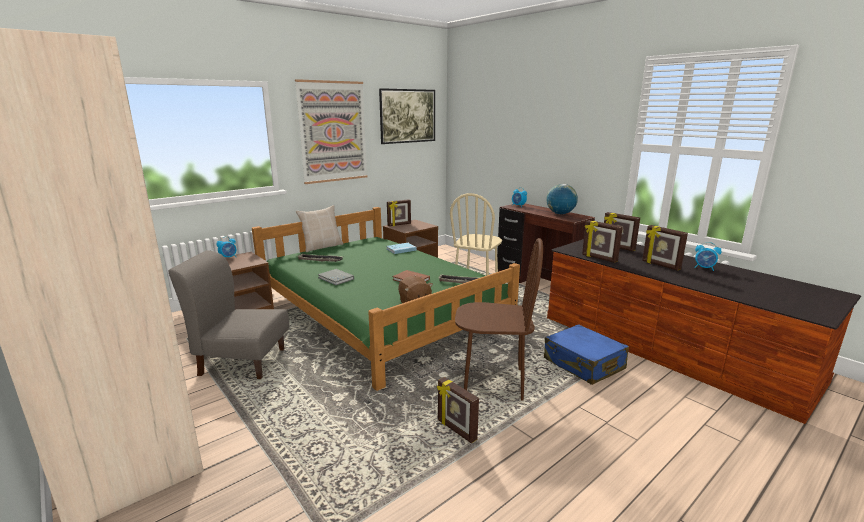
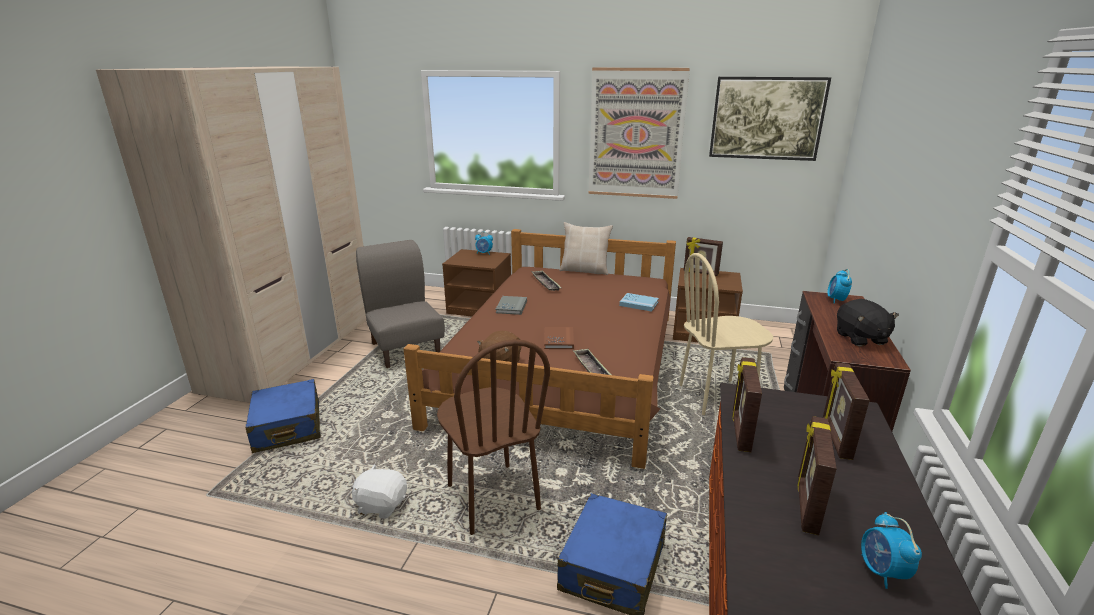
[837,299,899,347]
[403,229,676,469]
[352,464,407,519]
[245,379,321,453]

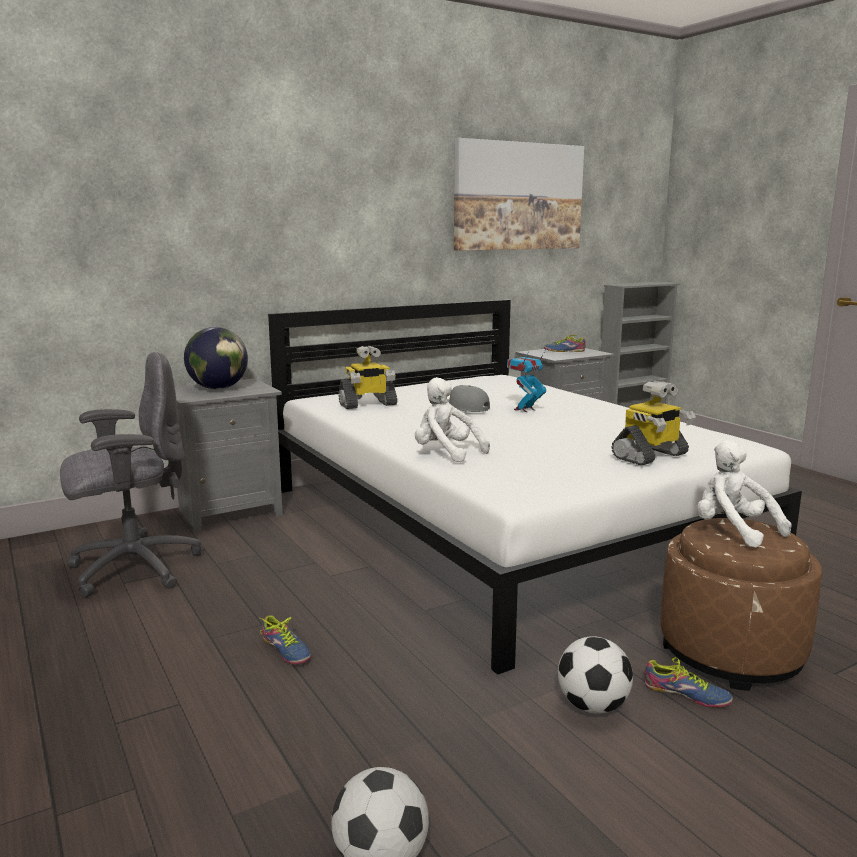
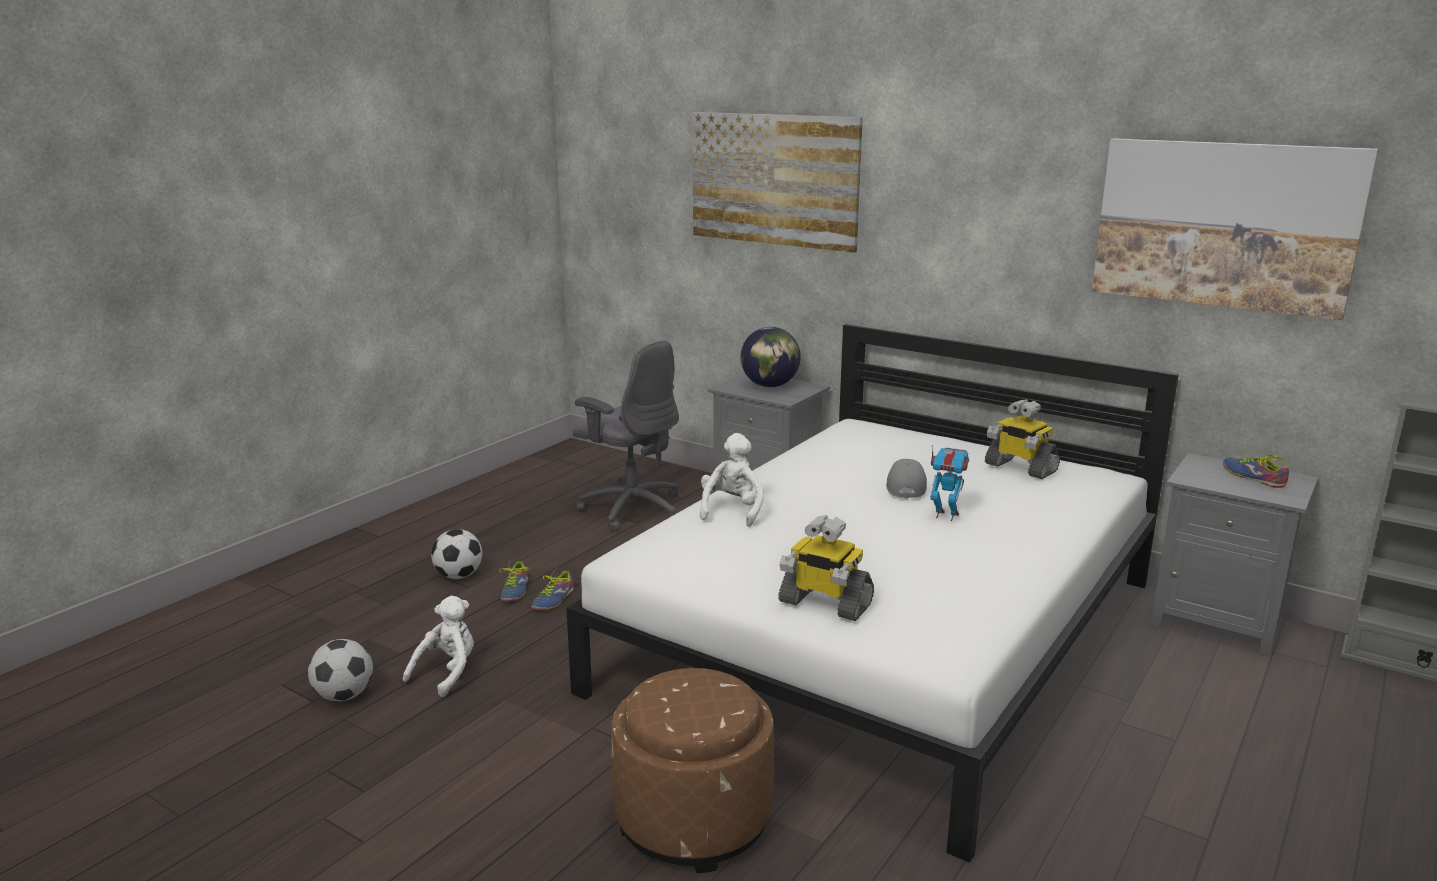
[985,399,1060,479]
[403,596,474,697]
[431,529,482,579]
[499,561,529,602]
[692,112,863,253]

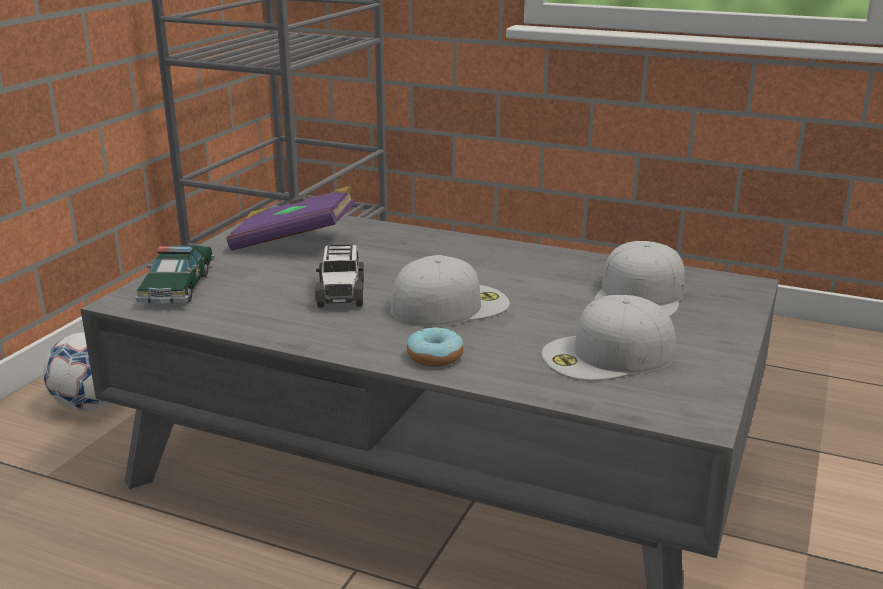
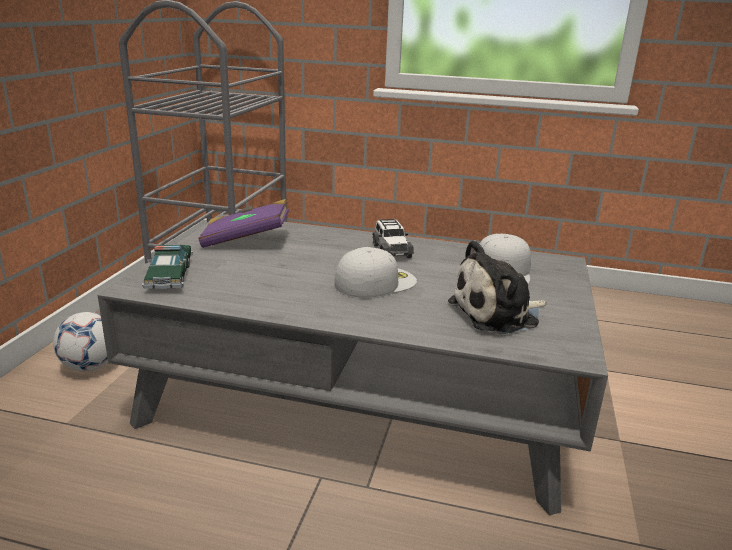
[373,218,414,258]
[448,240,546,334]
[407,326,464,367] (first image)

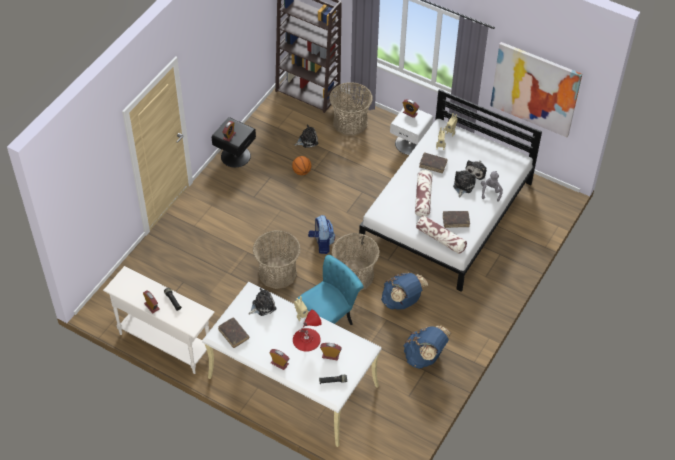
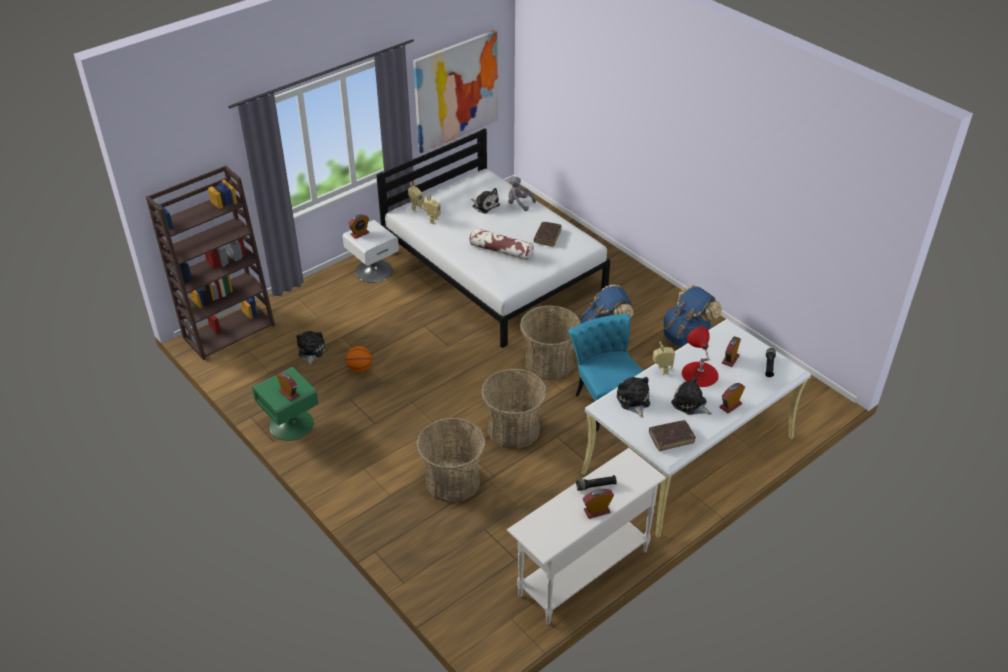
[416,418,486,503]
[252,367,319,441]
[419,152,448,173] (first image)
[671,376,712,415]
[308,215,335,254] (first image)
[416,216,467,254] (first image)

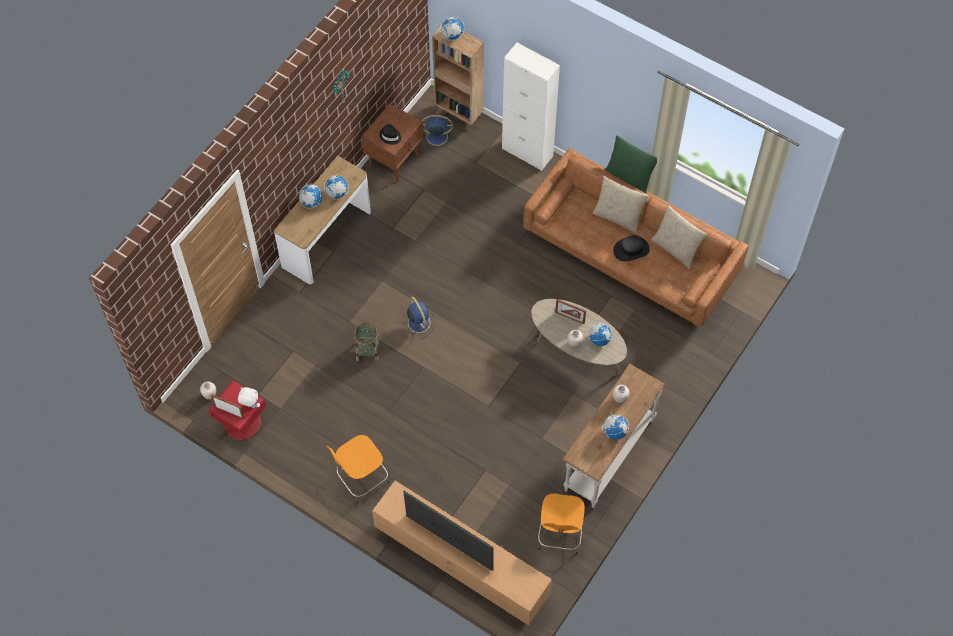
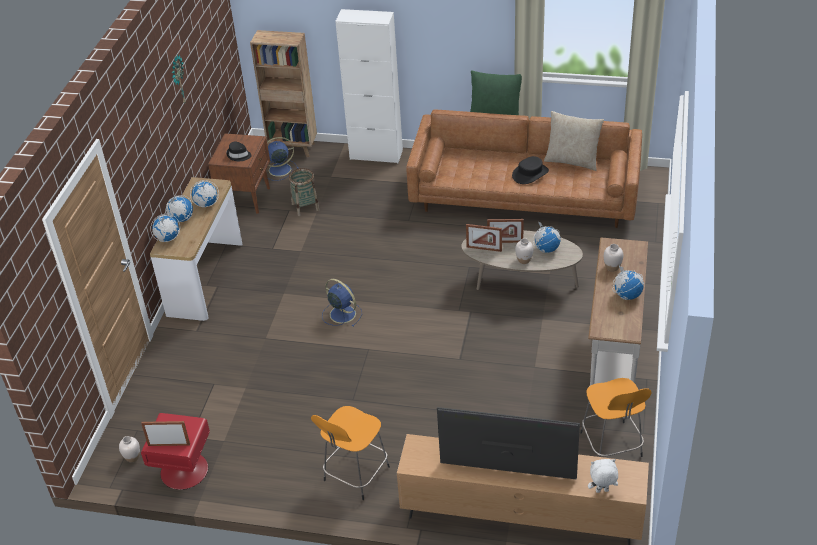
[150,214,180,242]
[592,176,649,234] (first image)
[289,168,319,216]
[588,459,618,493]
[466,224,502,252]

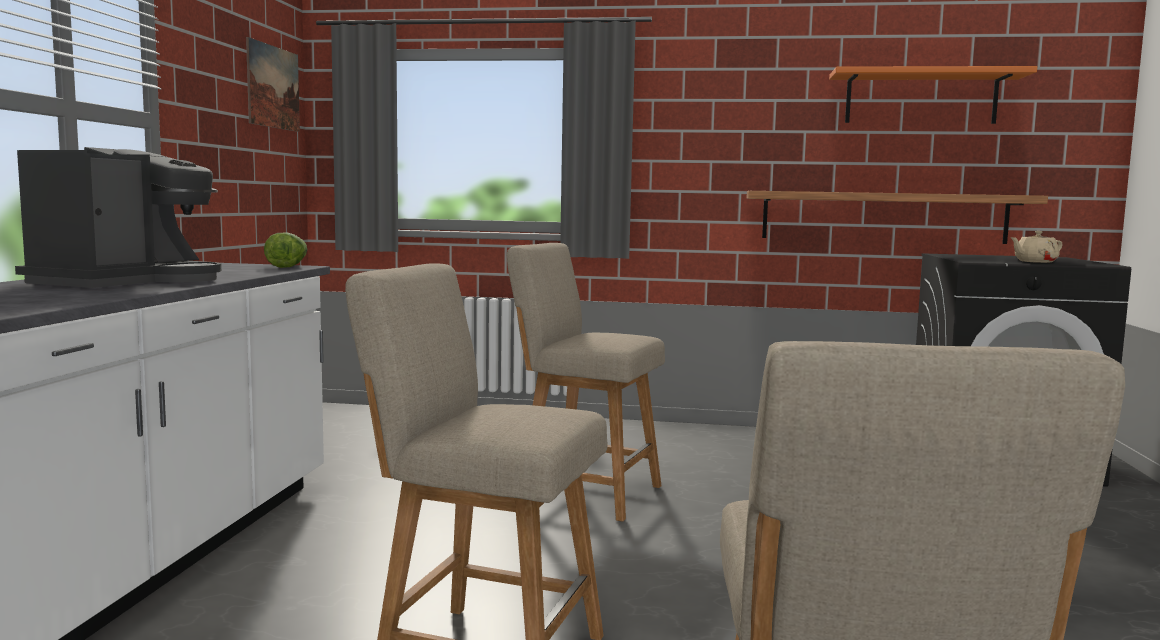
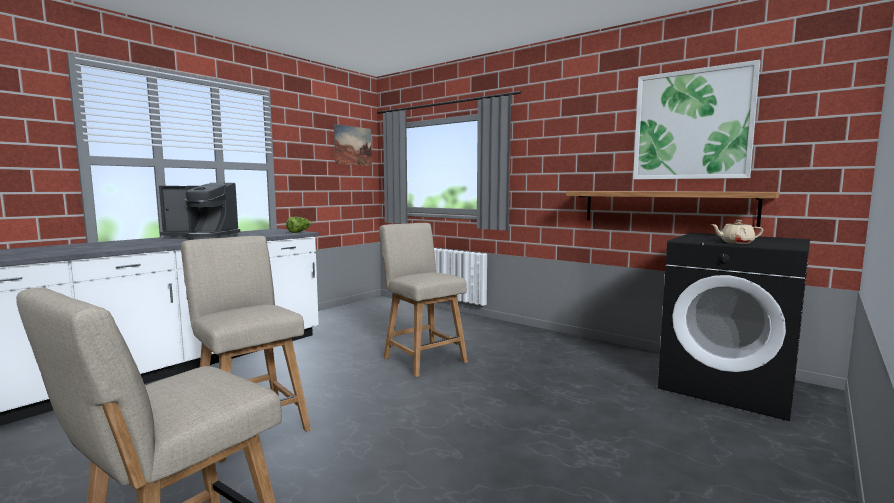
[633,60,760,180]
[159,183,240,240]

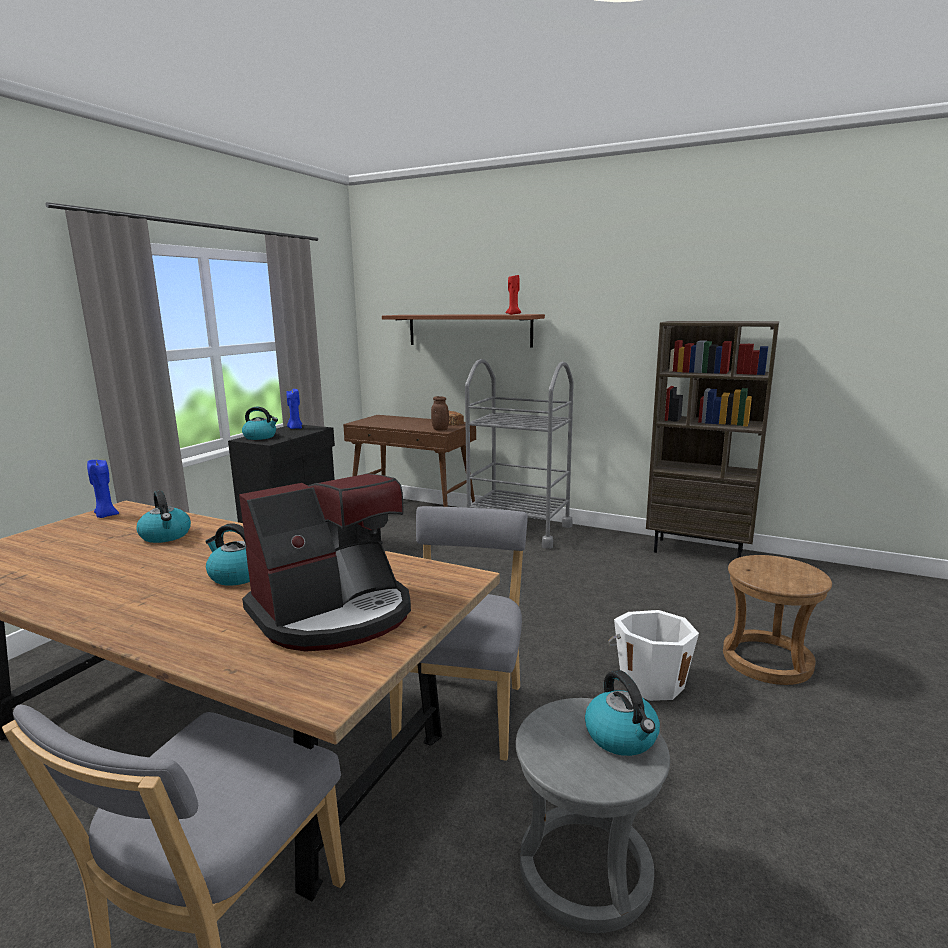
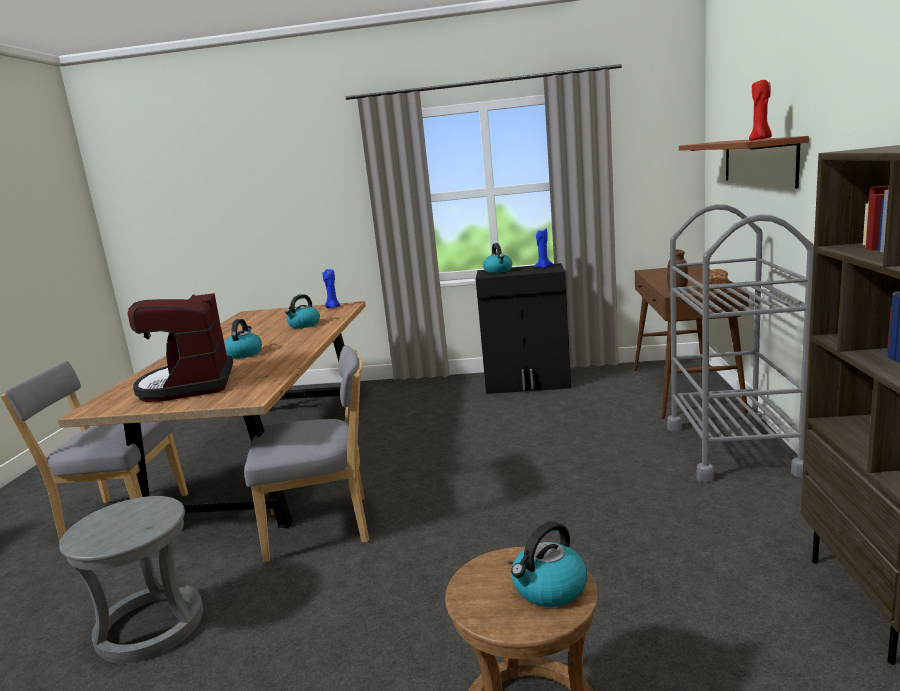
[128,293,233,402]
[608,610,699,701] (first image)
[511,521,587,607]

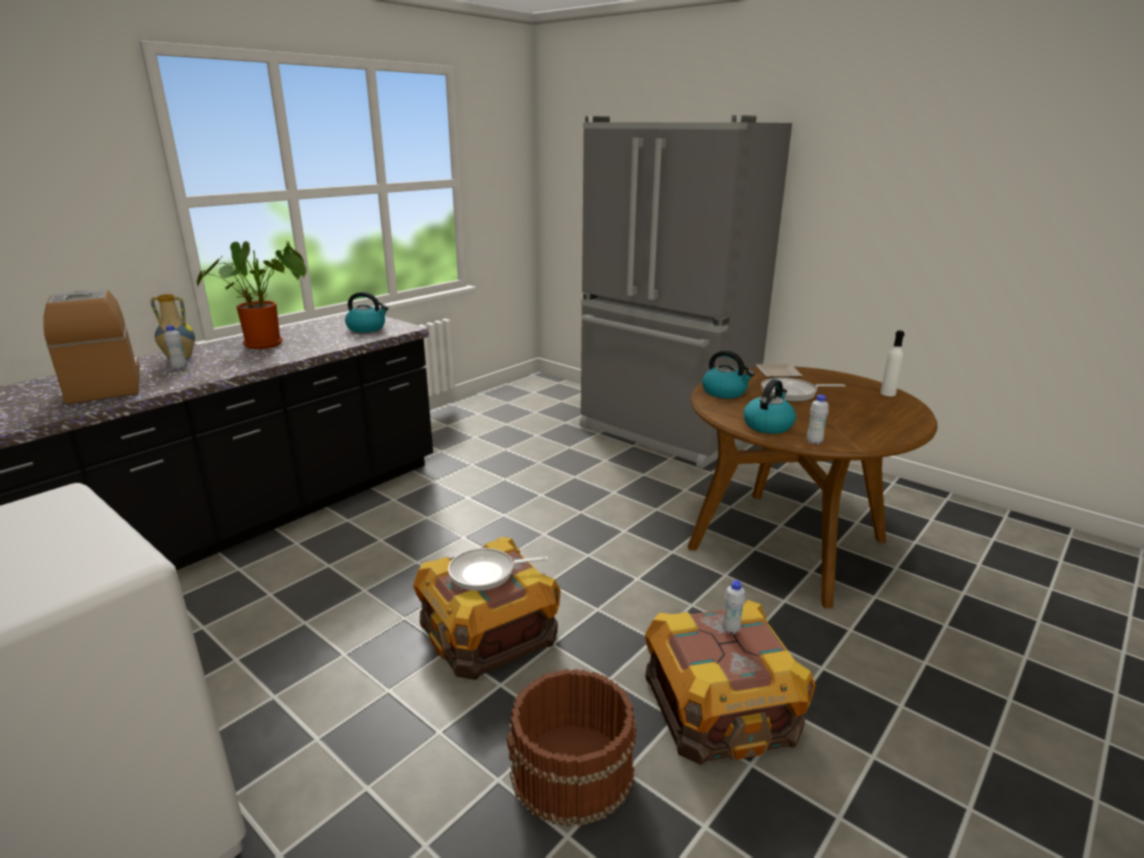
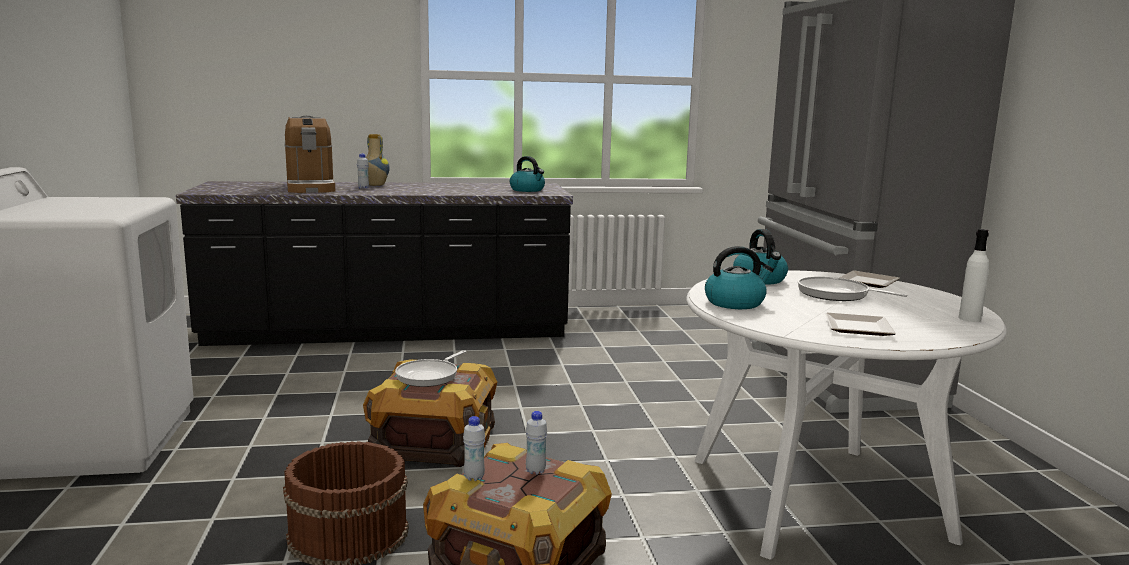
[197,241,306,349] (first image)
[285,115,335,193]
[686,270,1007,560]
[463,416,485,481]
[395,350,466,387]
[825,313,896,336]

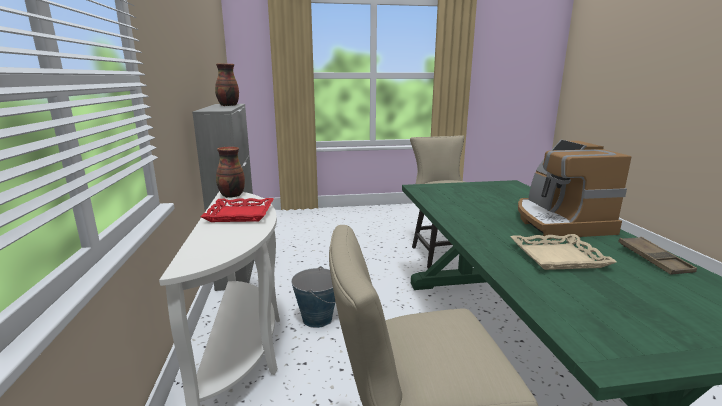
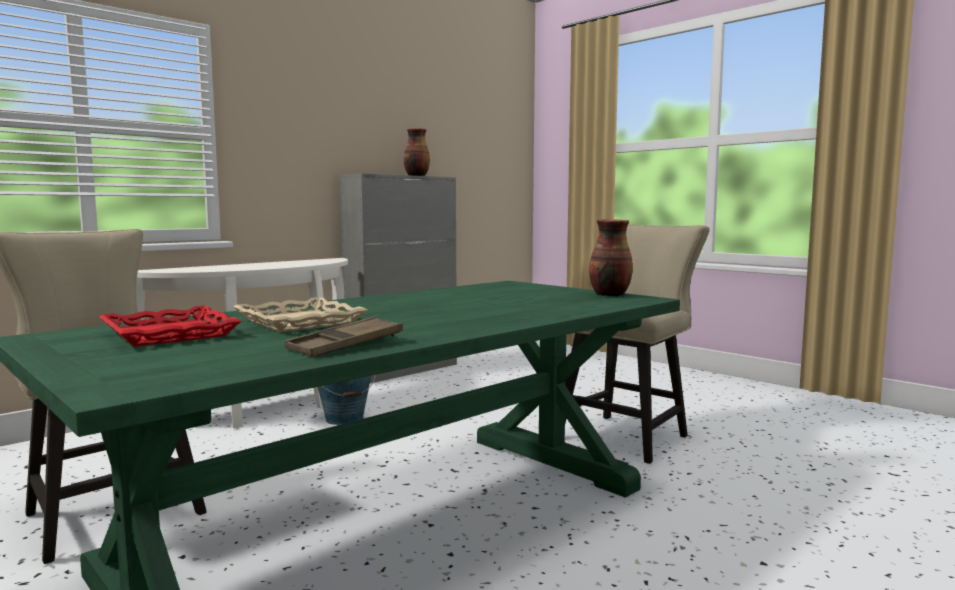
[518,140,631,239] (first image)
[589,219,633,297]
[99,306,241,347]

